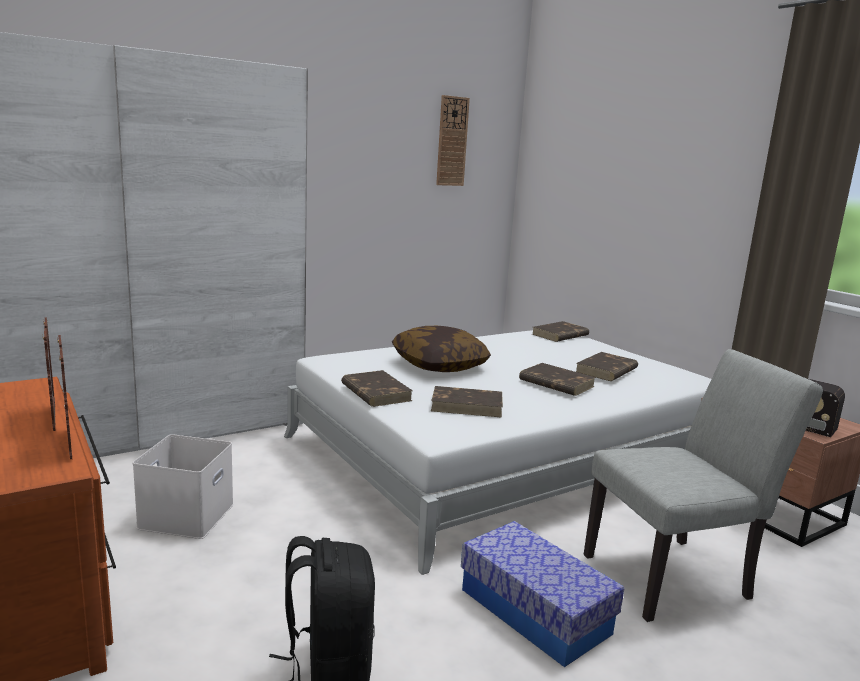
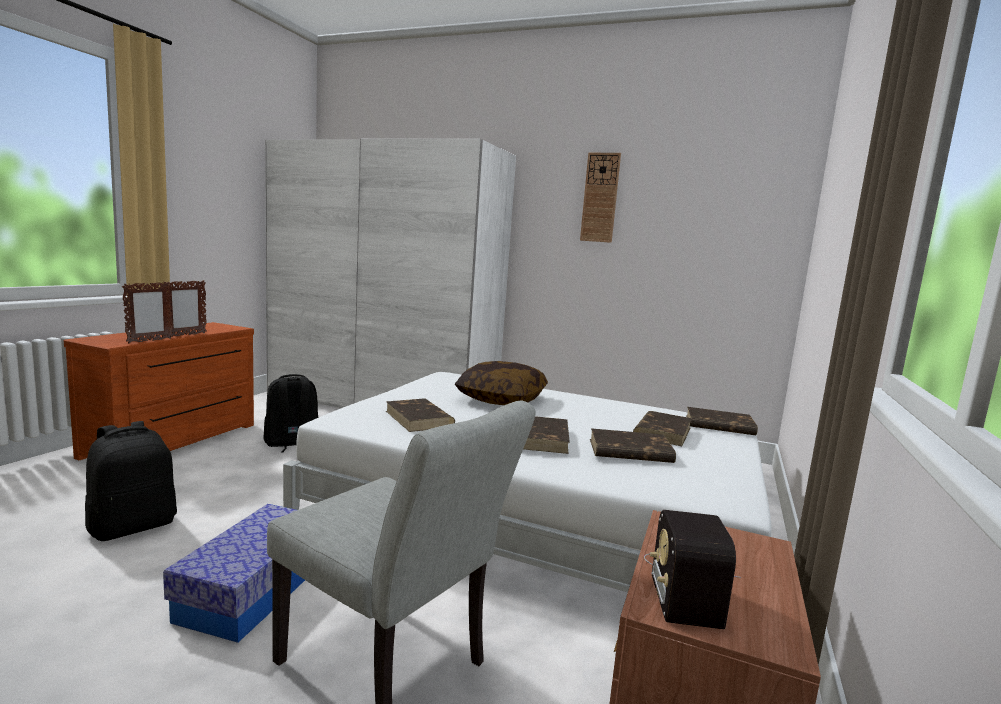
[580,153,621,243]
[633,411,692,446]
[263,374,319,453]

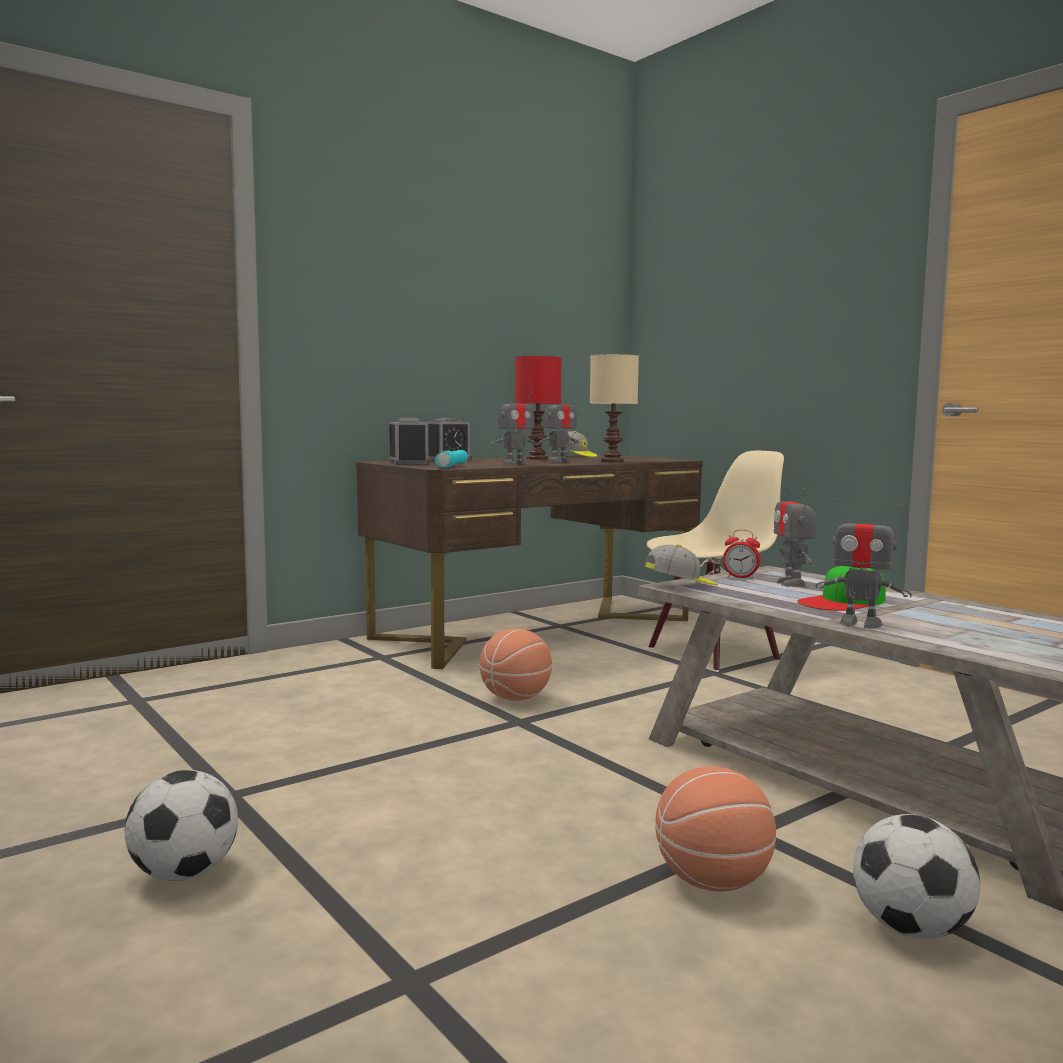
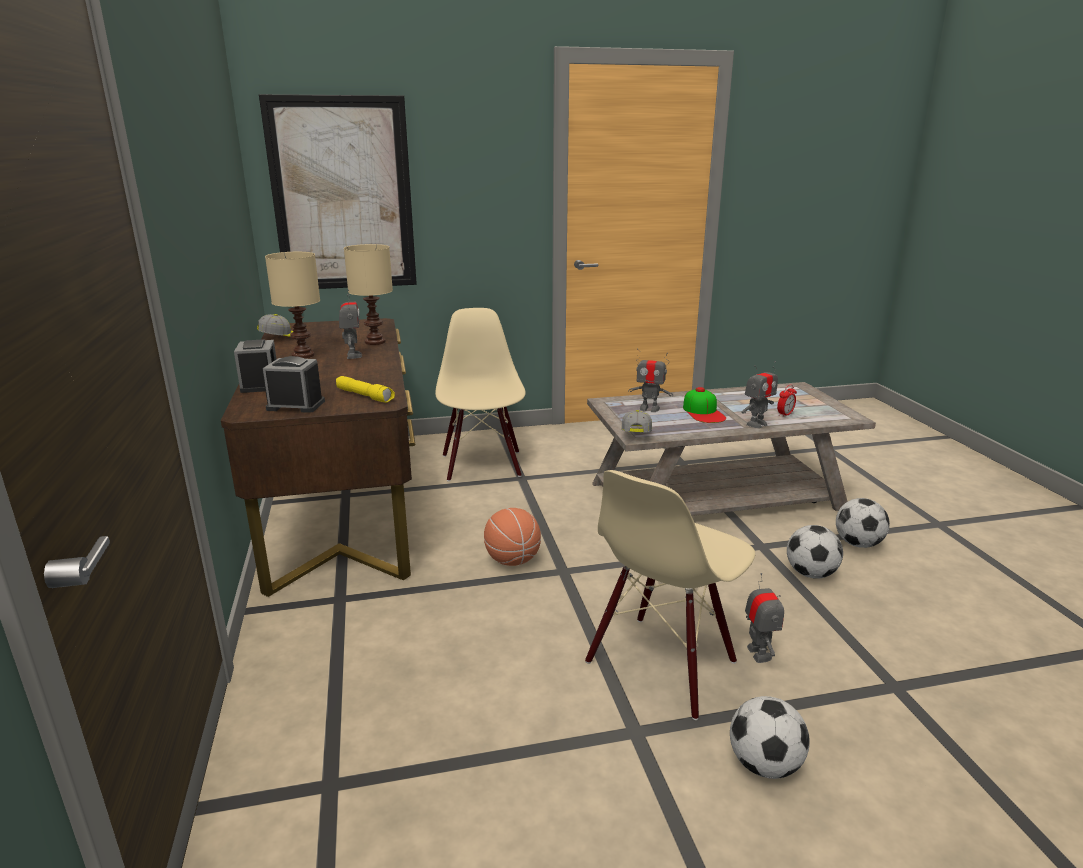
[265,252,320,358]
[745,573,784,663]
[336,376,395,403]
[777,384,797,417]
[787,525,843,579]
[259,94,417,289]
[585,470,755,720]

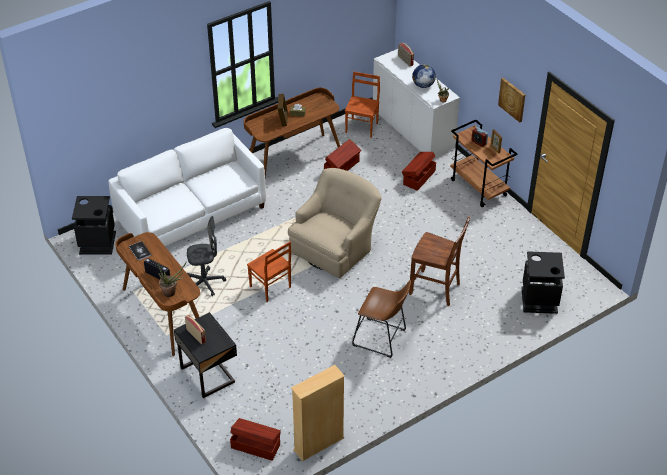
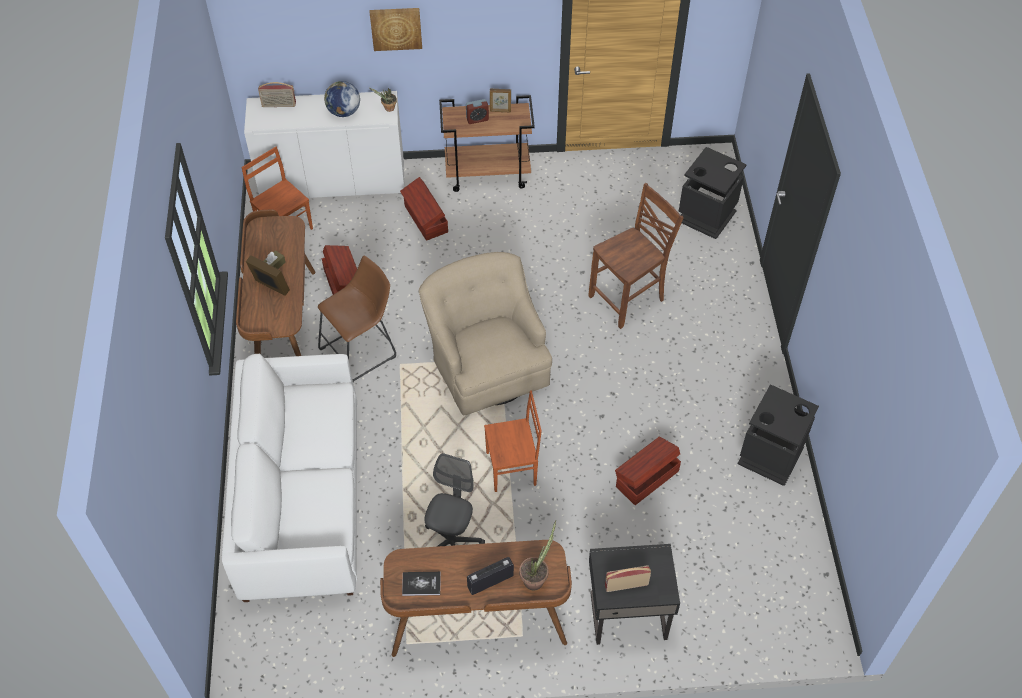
[370,8,422,51]
[737,384,819,486]
[318,256,396,382]
[291,365,345,461] (first image)
[615,436,681,505]

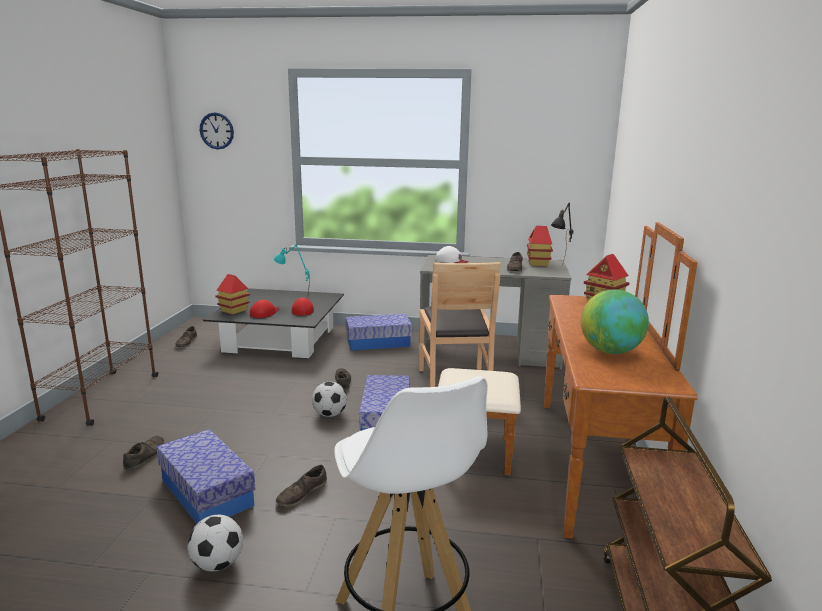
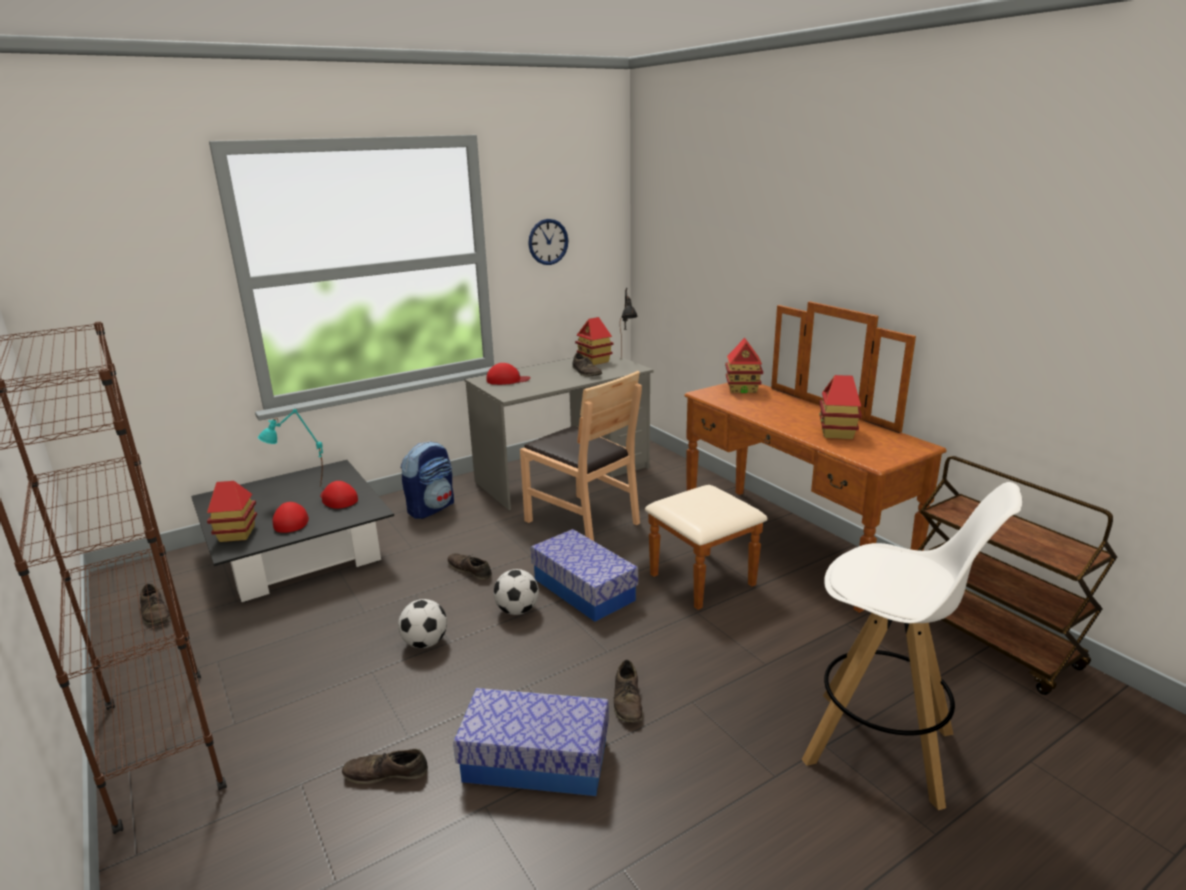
[528,219,568,265]
[486,363,531,385]
[819,375,862,439]
[401,441,454,519]
[342,749,428,784]
[398,599,447,648]

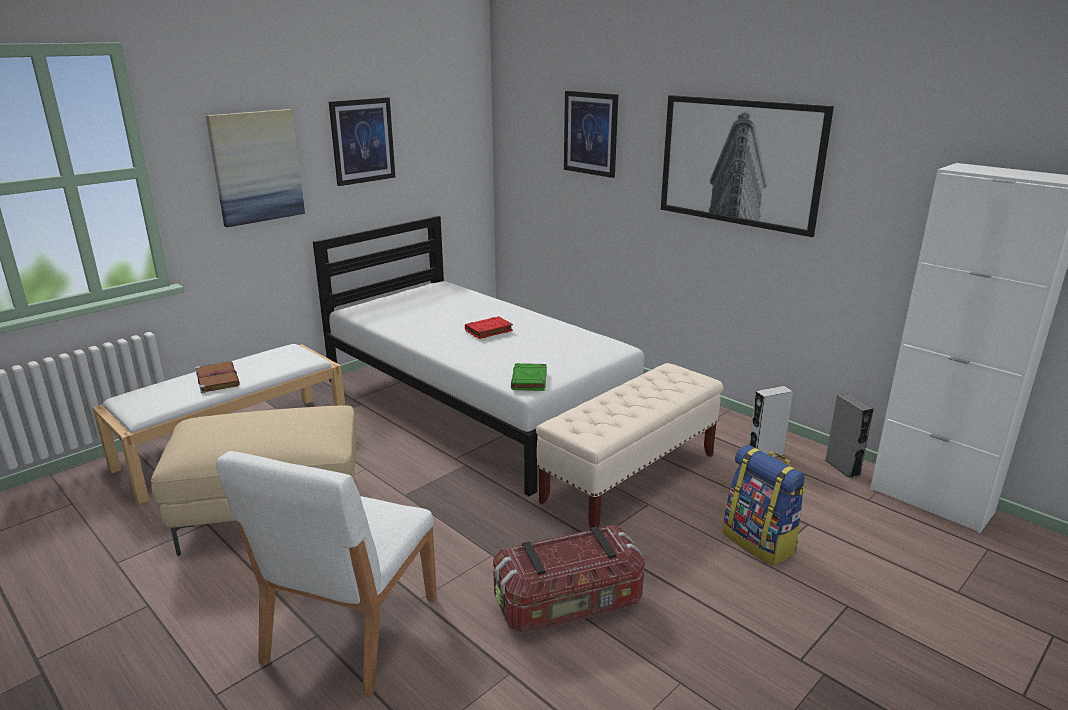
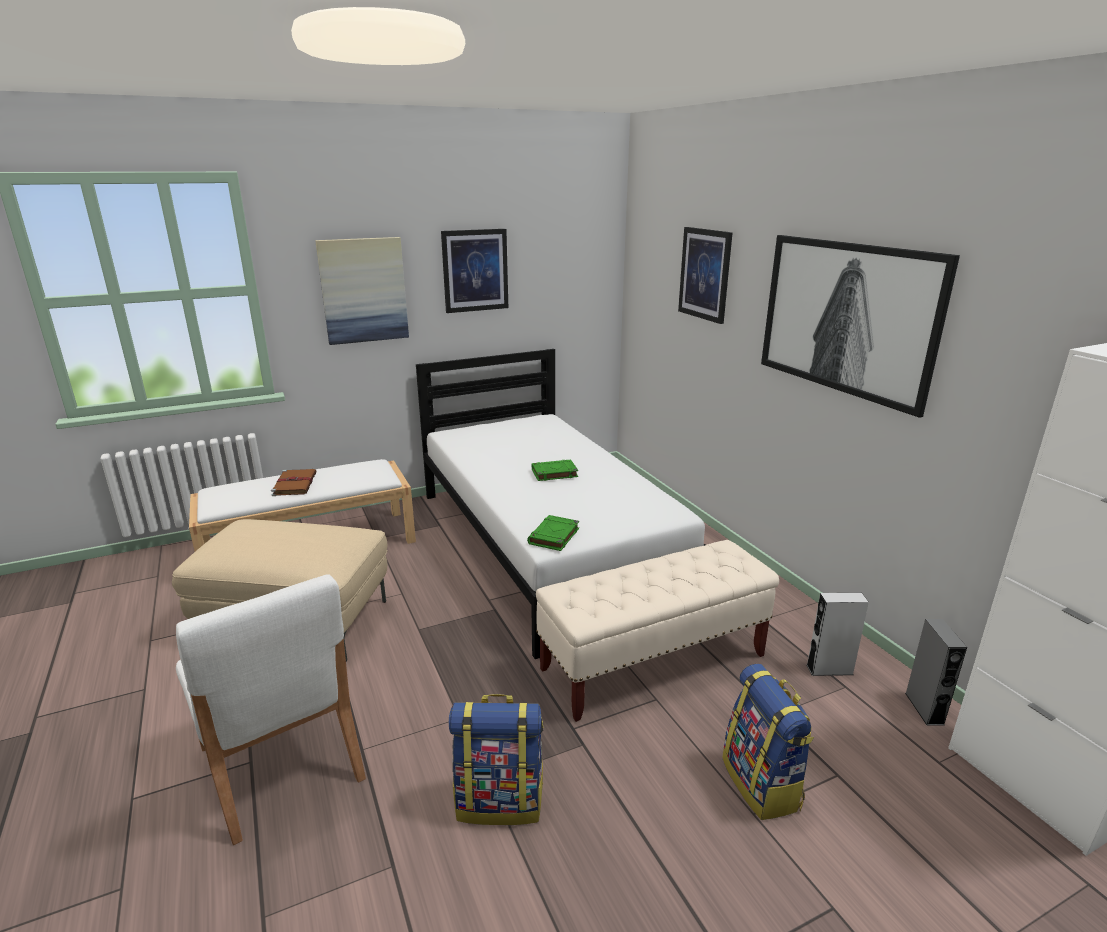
[532,460,578,481]
[176,574,366,845]
[449,694,543,825]

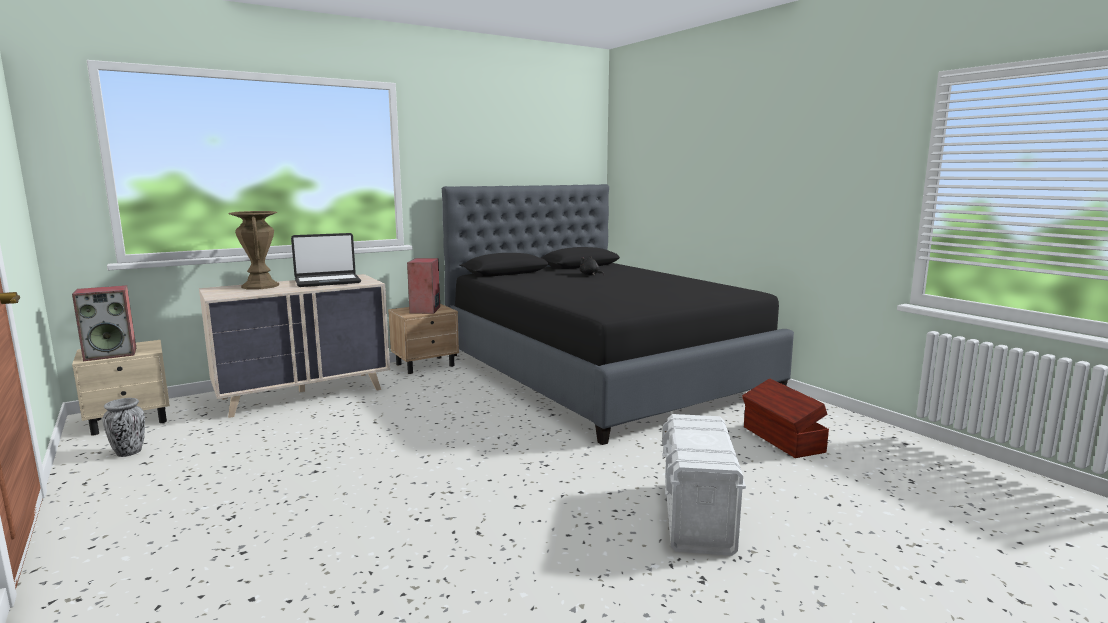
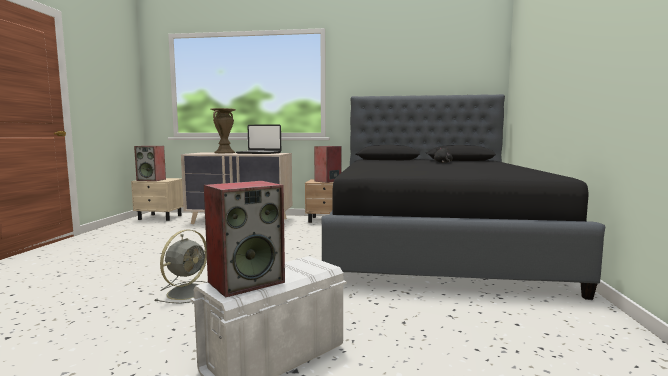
[742,378,829,458] (first image)
[102,398,145,457] (first image)
[204,181,285,298]
[155,230,207,304]

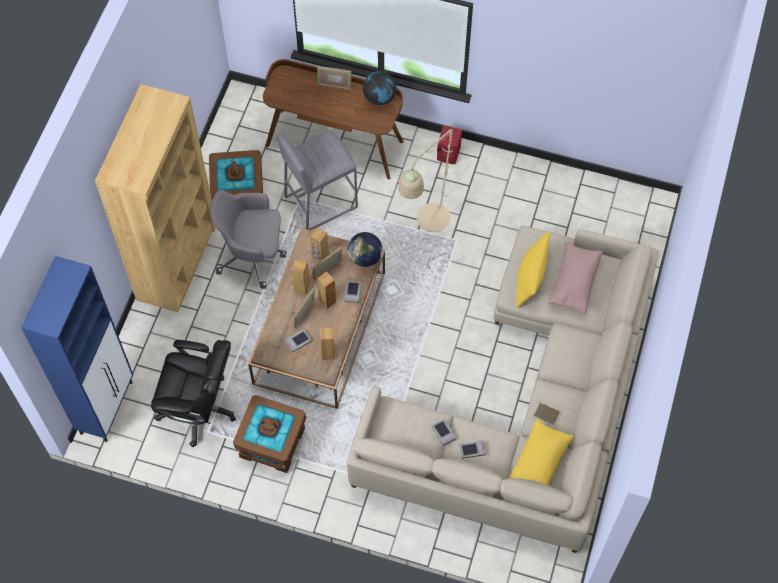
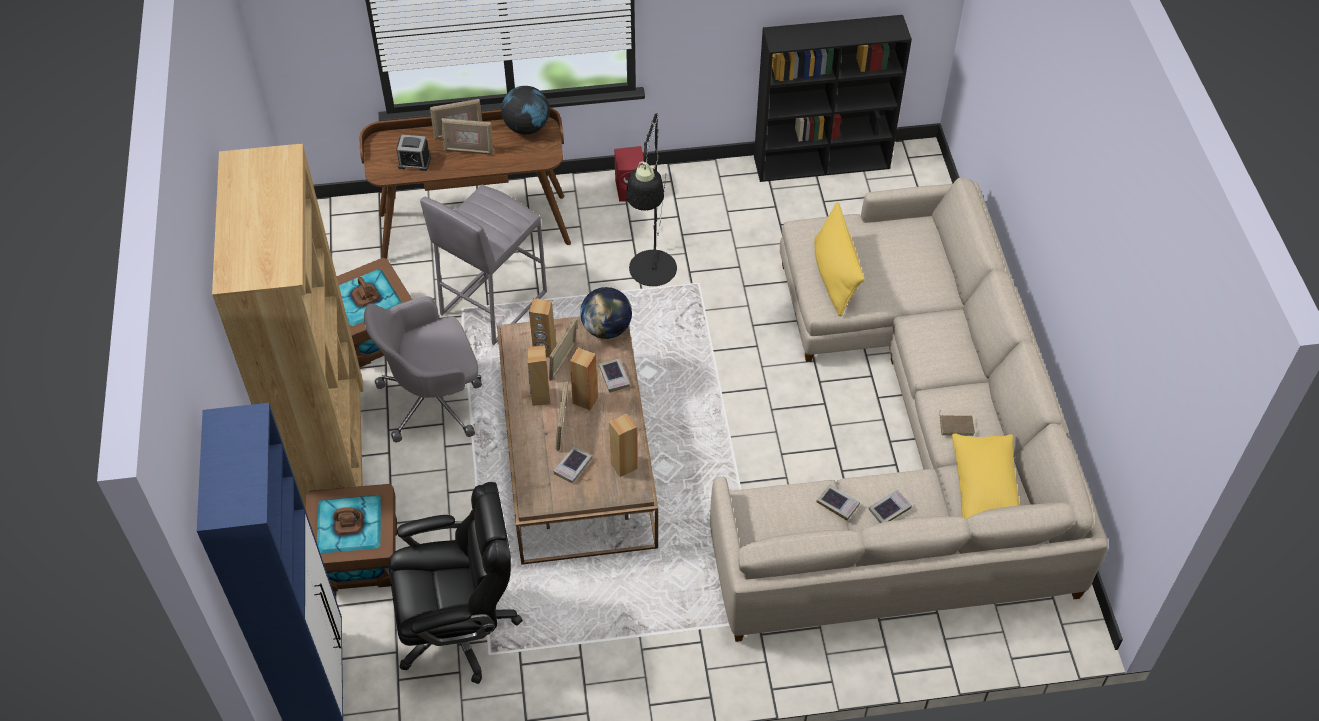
[626,113,677,286]
[548,242,603,314] (first image)
[306,484,397,591]
[754,15,912,182]
[441,118,493,155]
[396,135,431,171]

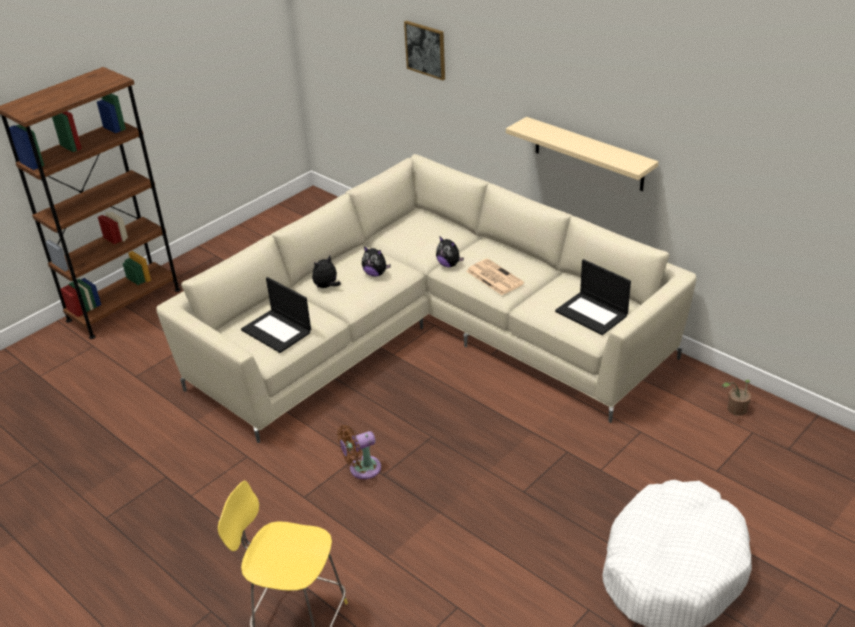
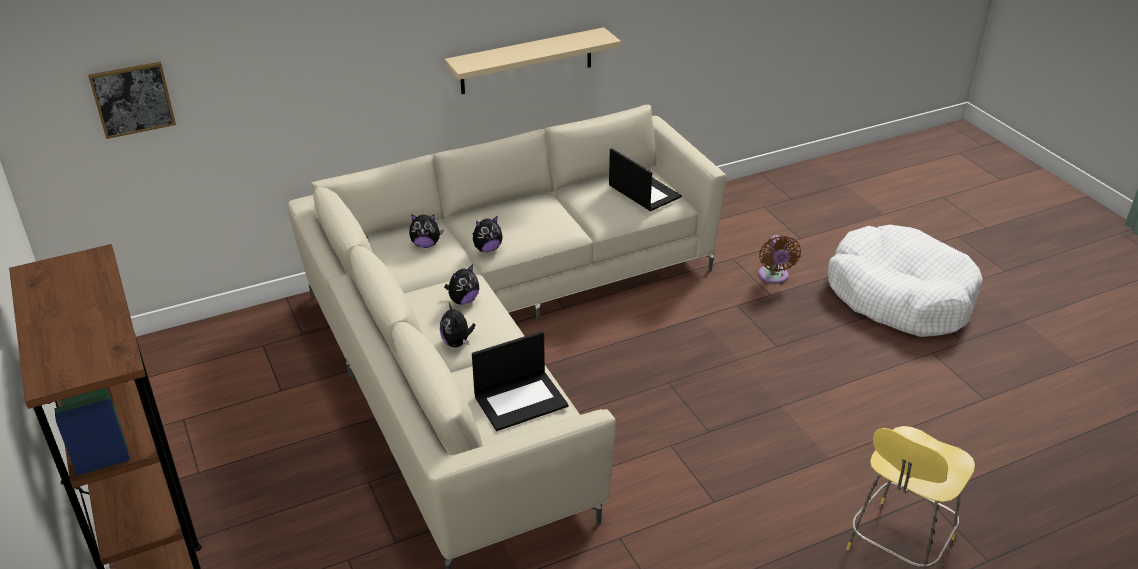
[88,62,176,139]
[466,259,524,295] (first image)
[609,148,682,211]
[722,380,751,416] (first image)
[758,235,801,284]
[409,214,443,248]

